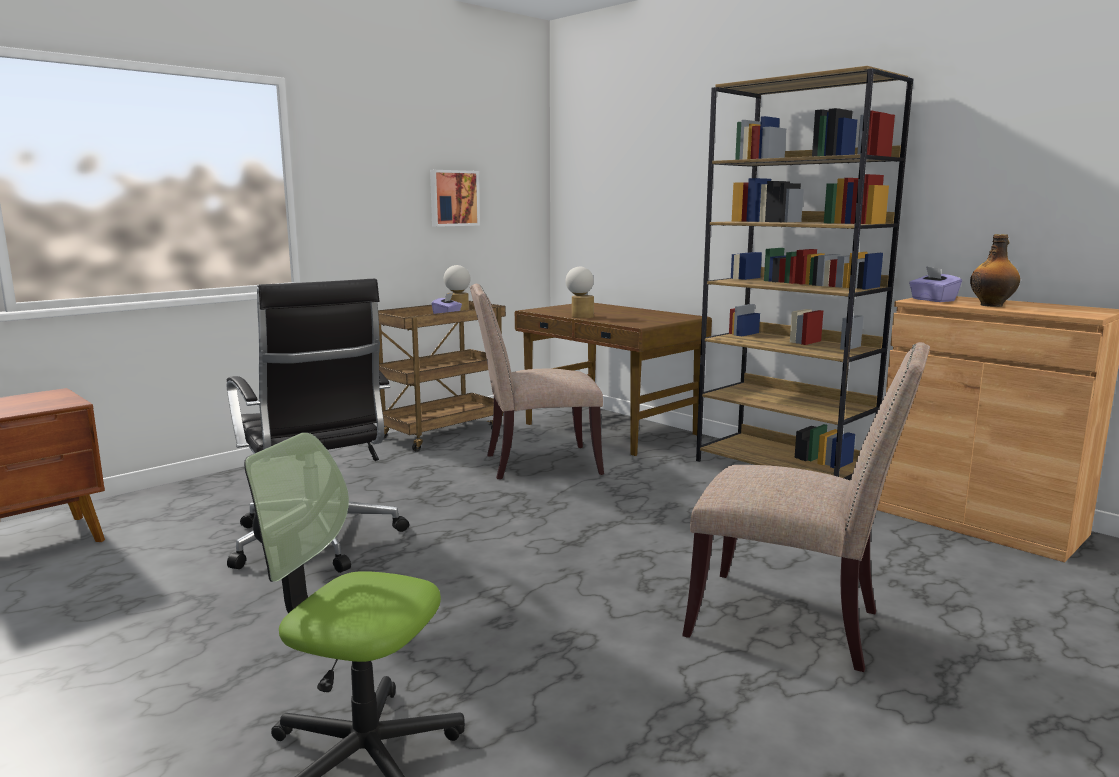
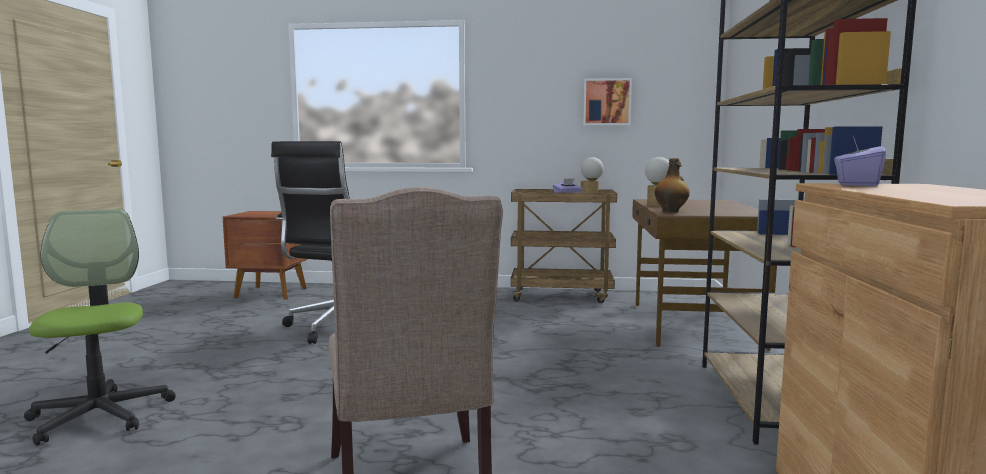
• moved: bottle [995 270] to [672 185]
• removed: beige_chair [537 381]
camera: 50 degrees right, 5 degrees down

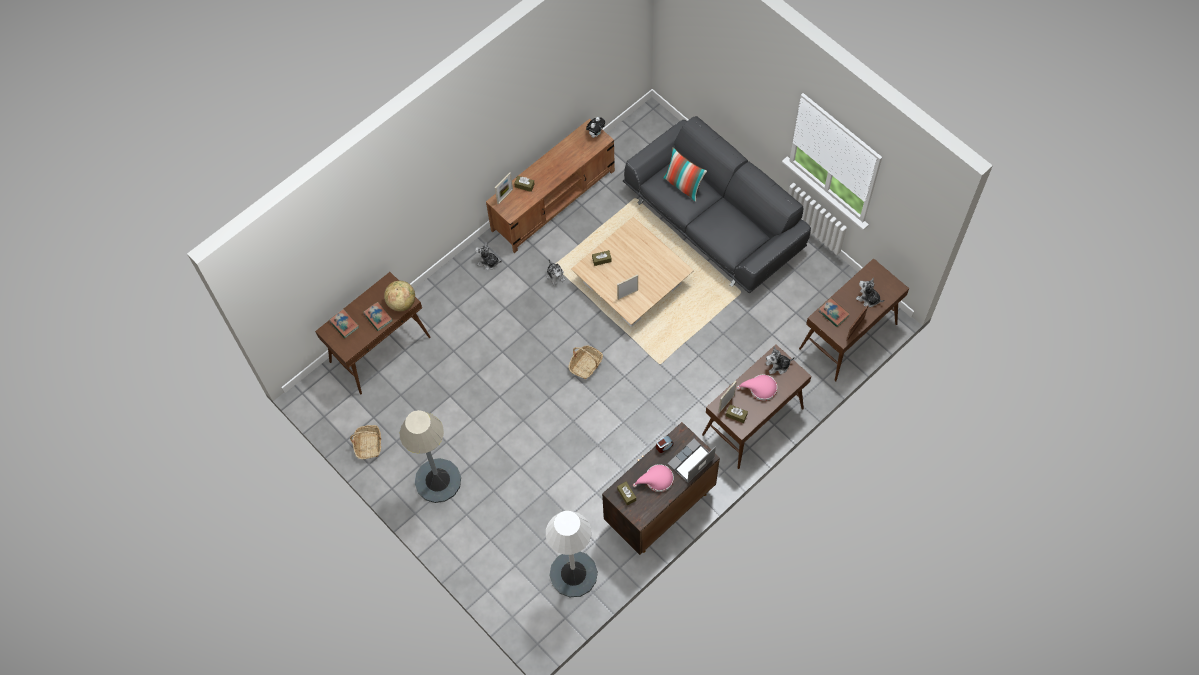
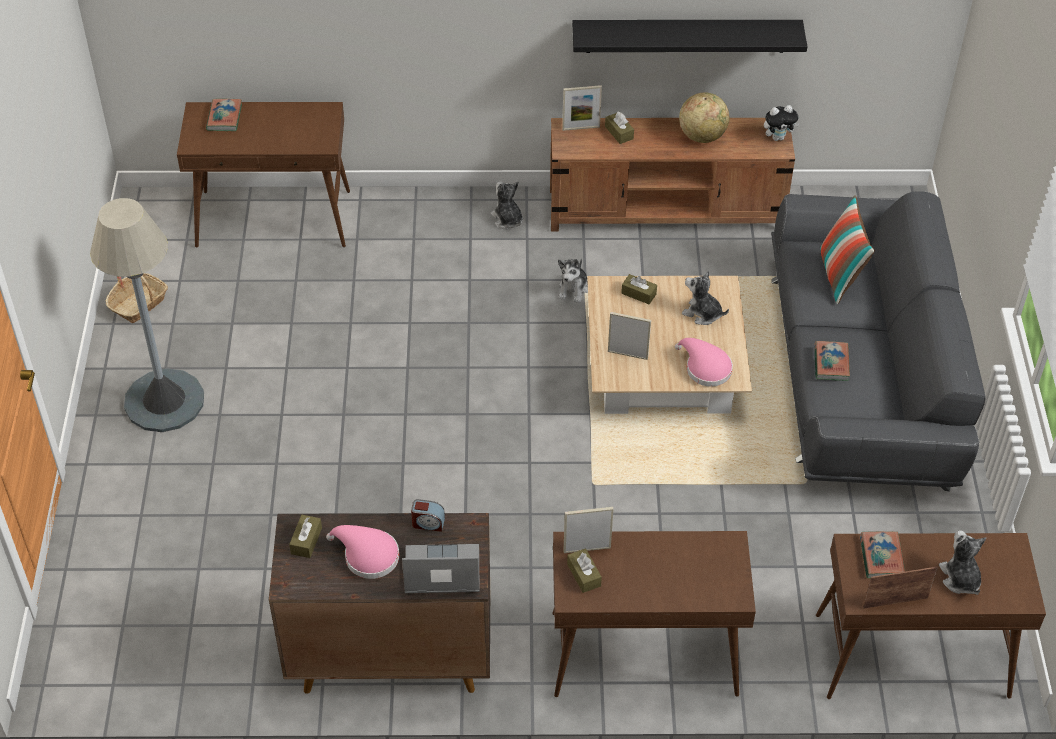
• added: black_shelf [689 36]
• moved: pink_hat [757 388] to [704 362]
• moved: globe [399 296] to [704 117]
• moved: plush_toy [780 360] to [705 297]
• moved: book [378 316] to [832 361]
• removed: white_floor_lamp [572 554]
• removed: basket [585 362]
camera: 40 degrees right, 15 degrees down

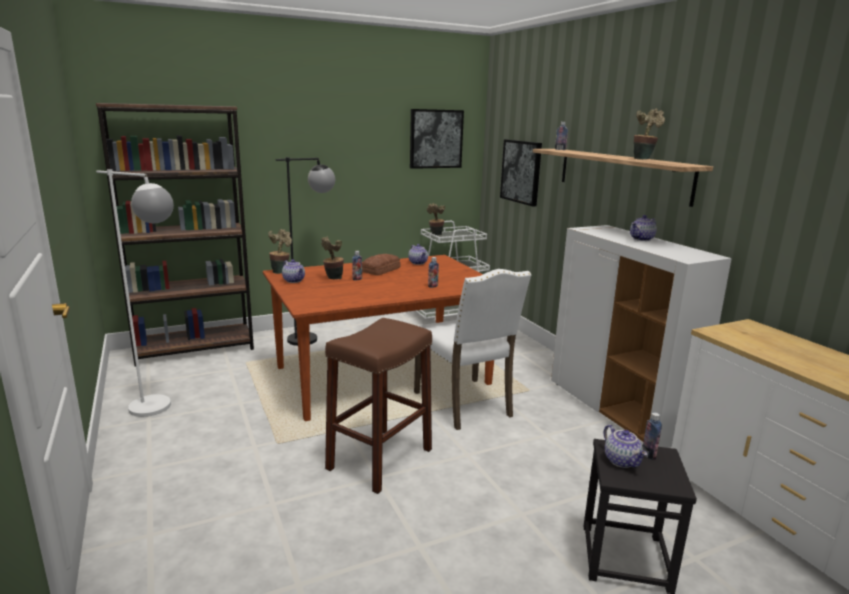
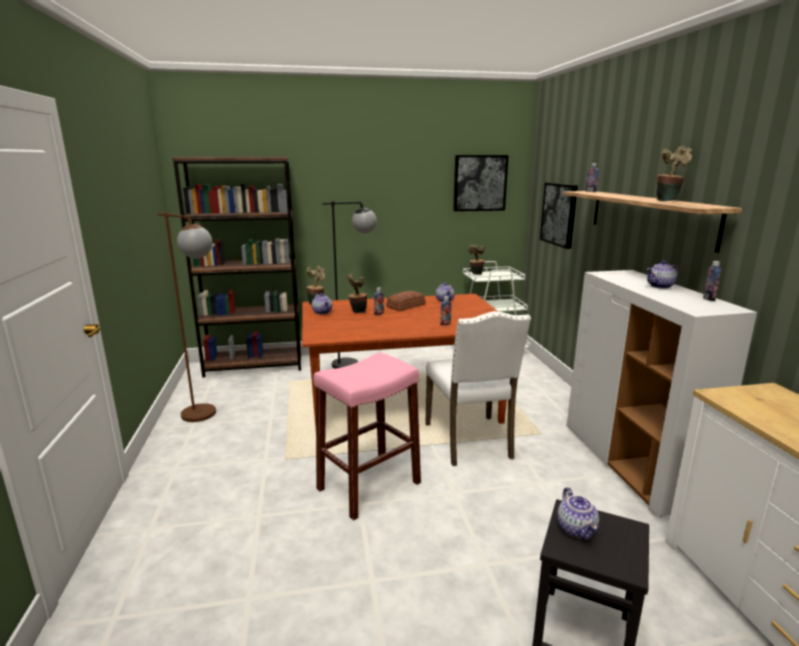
• recoloured: white_floor_lamp [135 293] to brown_floor_lamp [186 317]
• recoloured: brown_stool [378 406] to pink_stool [367 436]
• moved: bottle [652 436] to [712 281]
camera: 15 degrees right, 0 degrees up

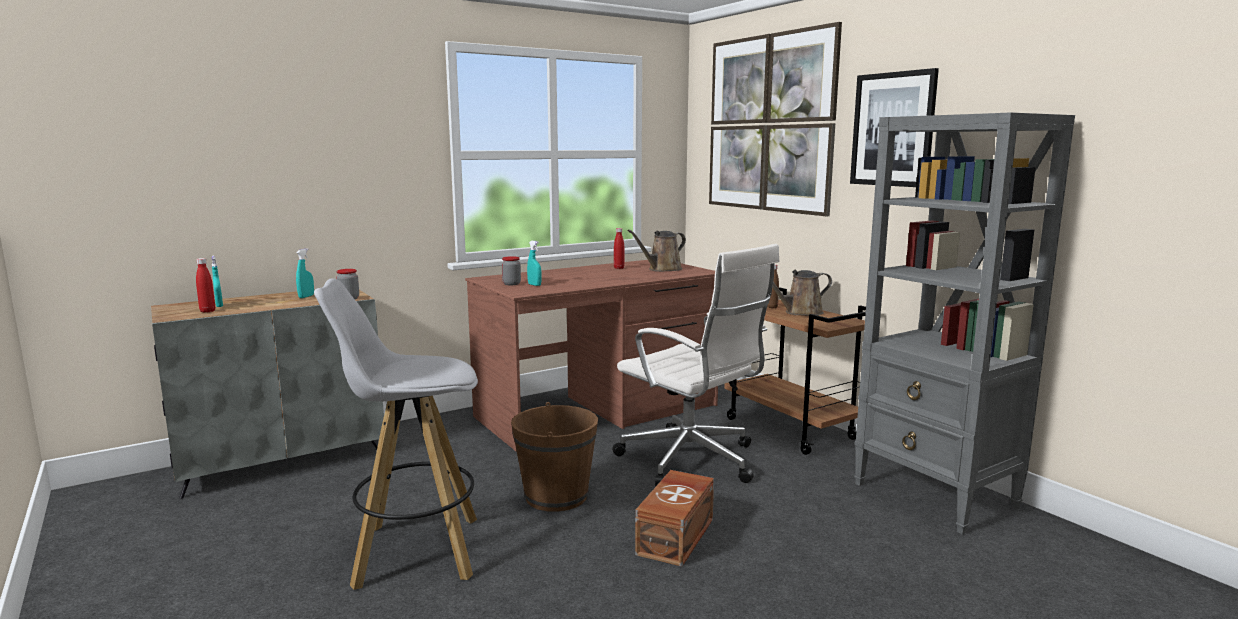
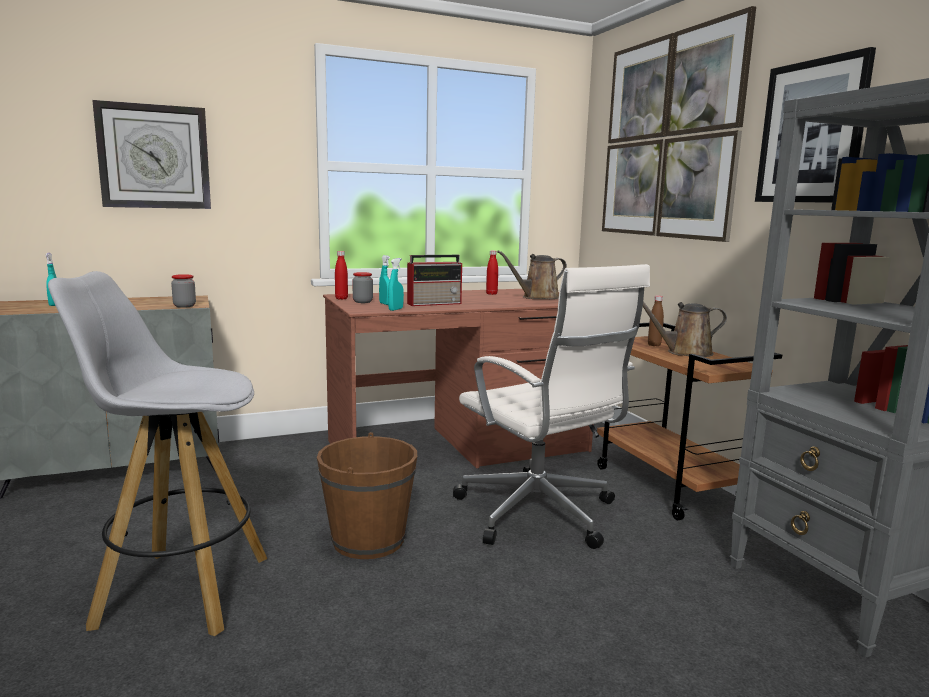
• added: wall_clock [151 154]
• moved: red_bottle [205 285] to [341 275]
• moved: turquoise_spray_bottle [305 273] to [396 284]
• added: radio [434 280]
• removed: brown_storage_box [674 518]
camera: 10 degrees right, 0 degrees up

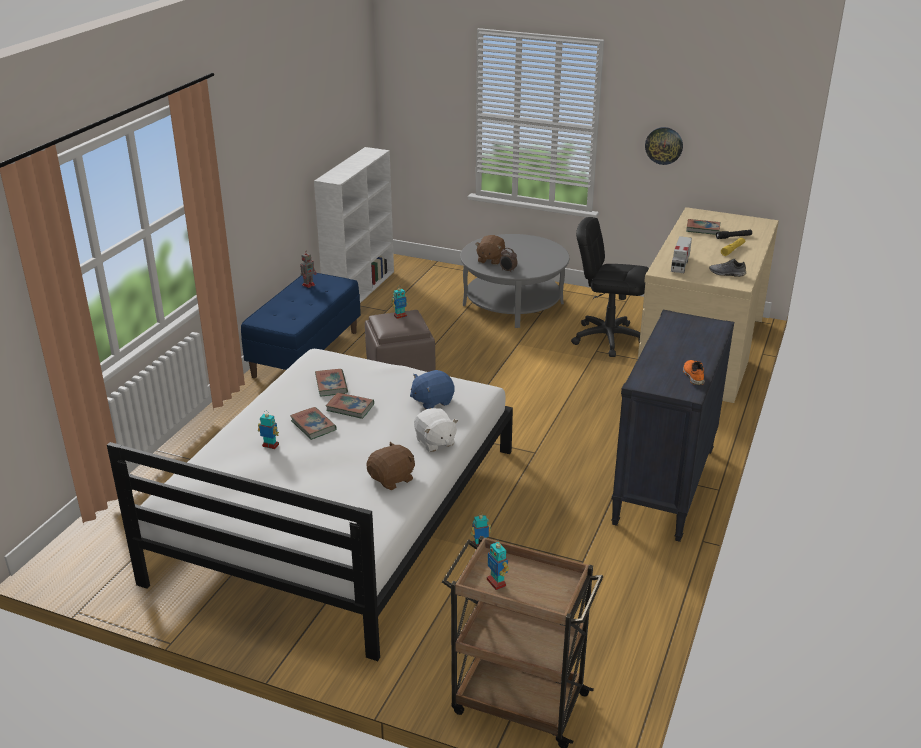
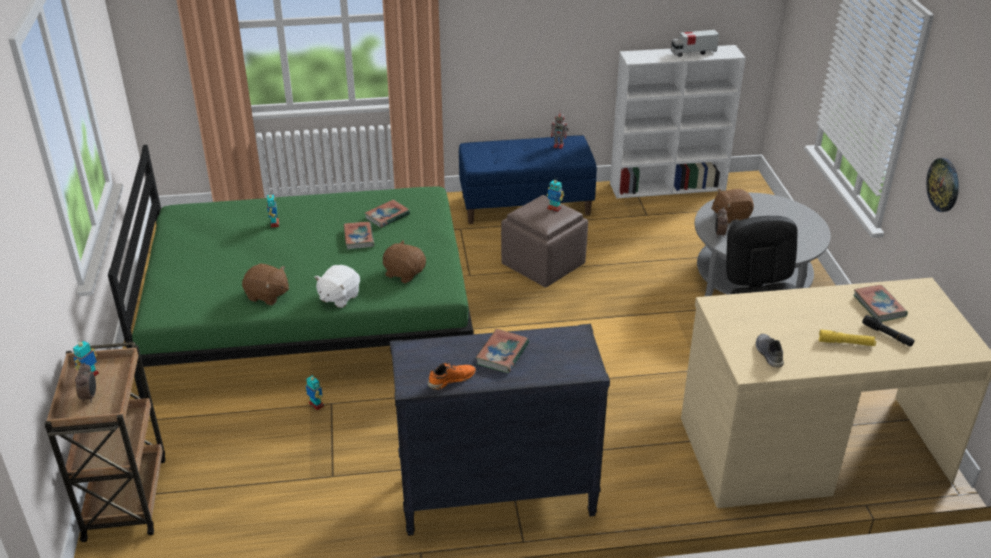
• added: alarm_clock [85 383]
• recoloured: white_bed [310 505] to green_bed [290 272]
• recoloured: blue_plush_toy [432 389] to brown_plush_toy [404 261]
• moved: book [313 423] to [502 351]
• moved: toy_truck [681 254] to [695 43]
camera: 60 degrees right, 5 degrees up

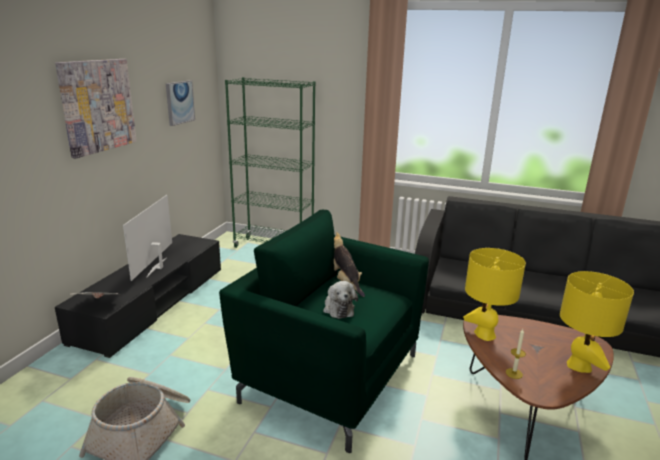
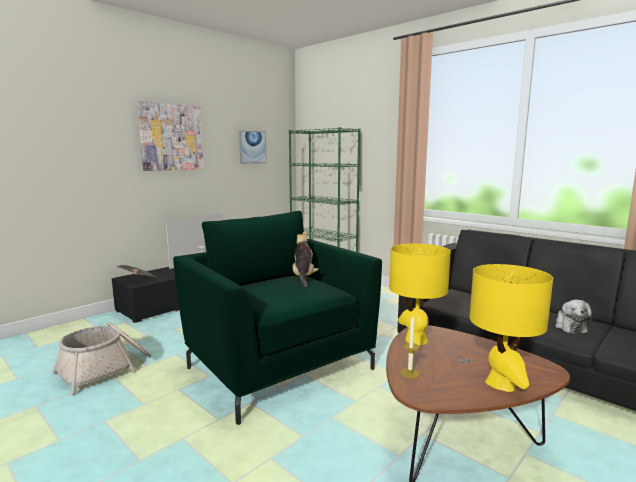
• moved: plush_toy [340 300] to [574 316]
camera: 25 degrees right, 10 degrees down

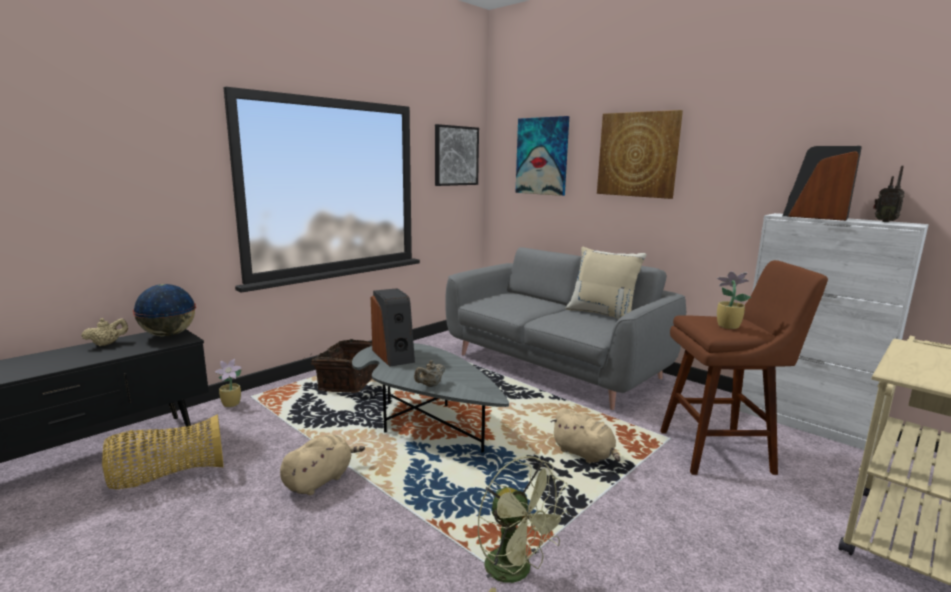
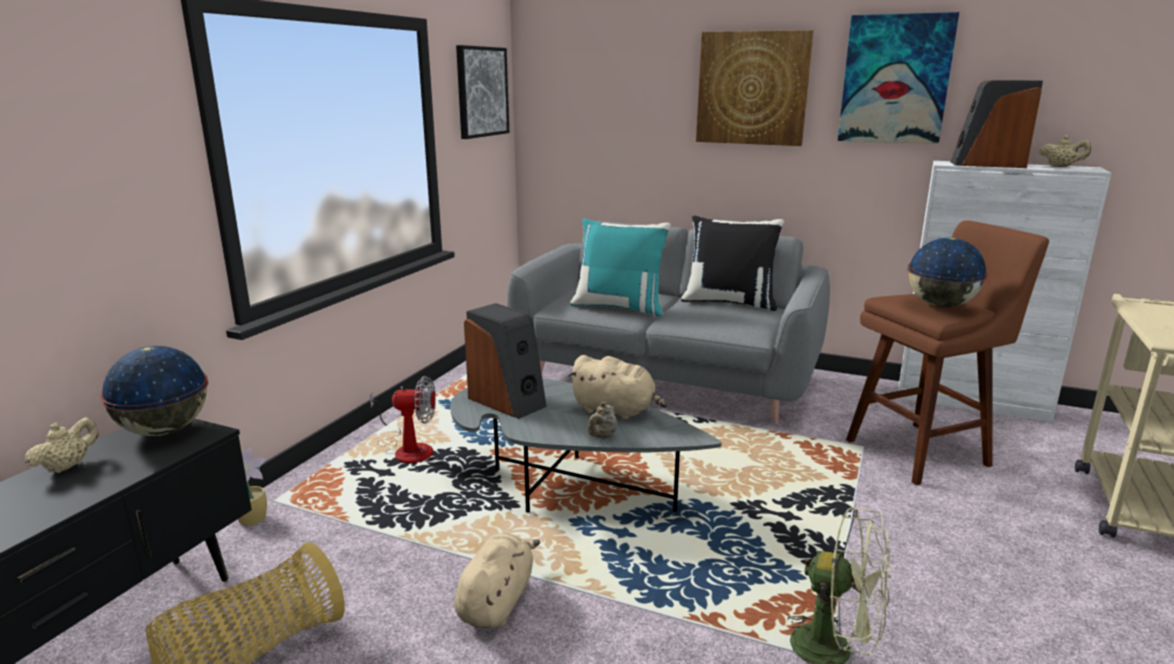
• replaced: basket [344 366] to fan [403 419]
• moved: beige_plush_toy [585 435] to [617 387]
• added: turquoise_pillow [620 267]
• recoloured: beige_pillow [606 283] to black_pillow [732 263]
• moved: picture [542 156] to [898 78]
• replaced: potted_plant [733 300] to globe [947 272]
• replaced: radio [888 194] to beige_teapot [1065 151]
camera: 20 degrees left, 5 degrees up

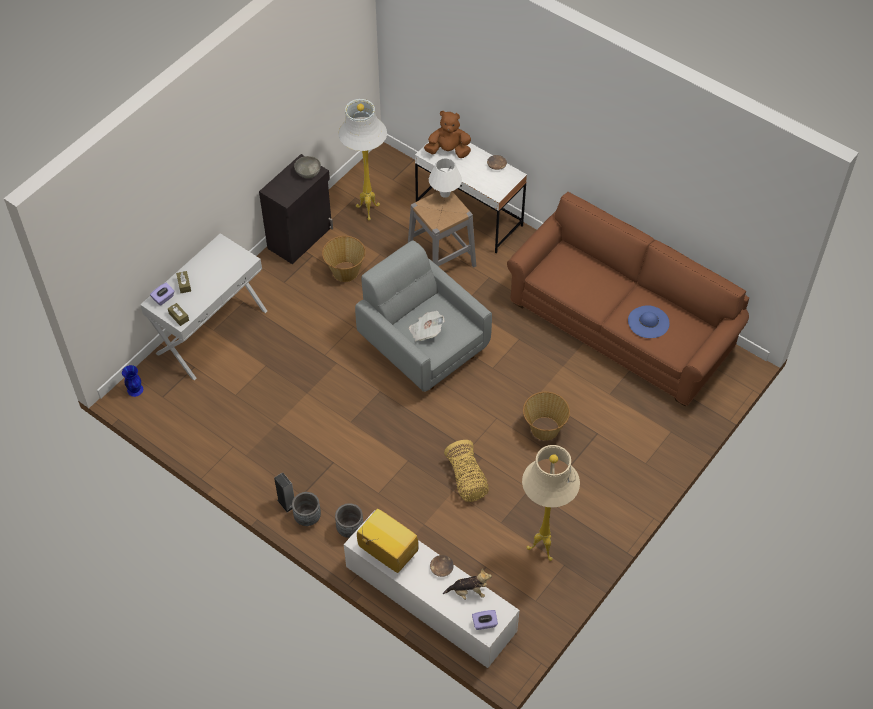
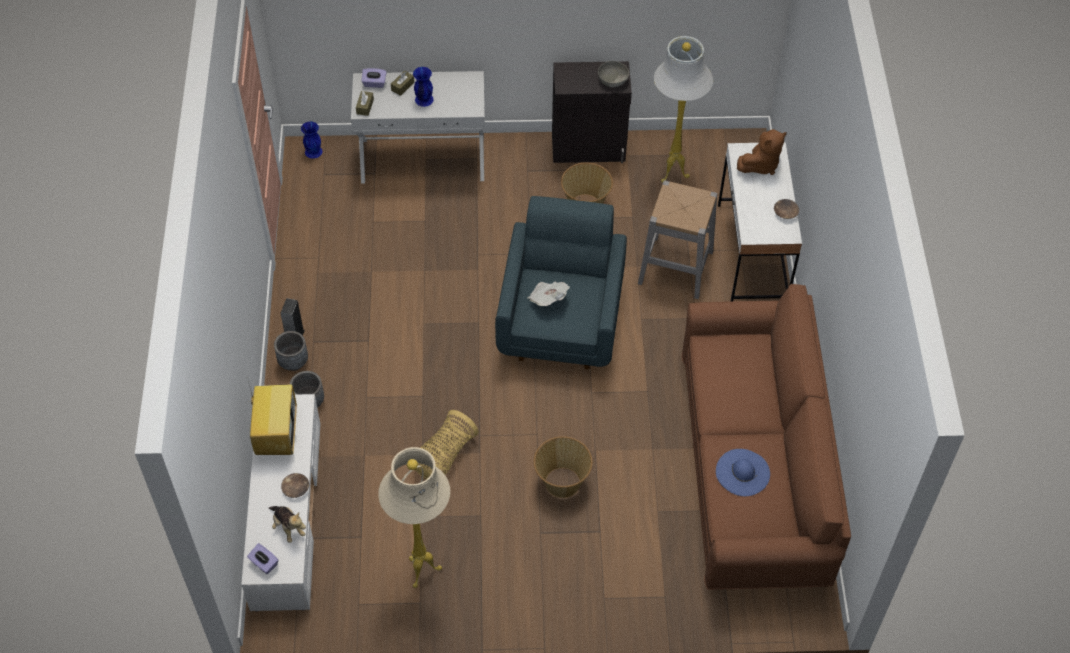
• added: blue_vase [423 87]
• recoloured: grey_armchair [423 316] to blue_armchair [561 282]
• turned: brown_plush_toy [447 134] = [762 152] 90 degrees clockwise
• removed: white_table_lamp [445 178]
camera: 50 degrees right, 0 degrees up

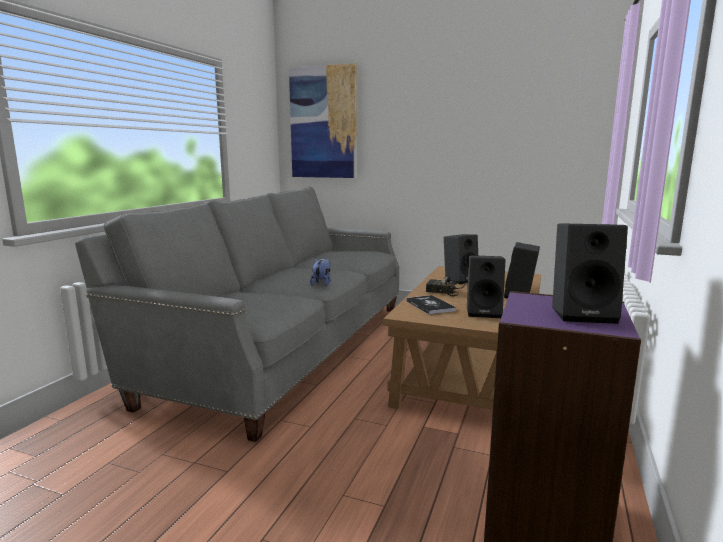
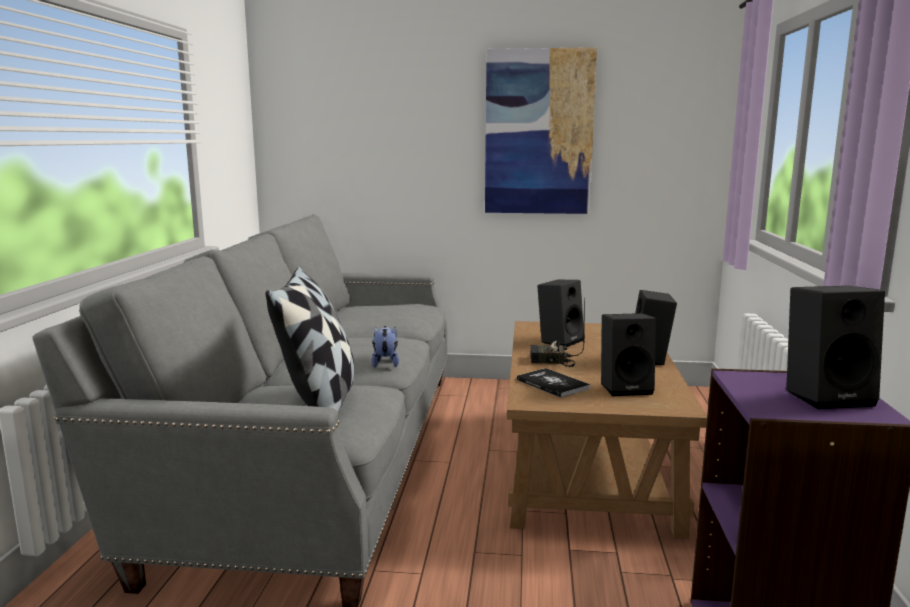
• added: pillow [309 339]
• moved: picture [323 120] to [541 130]
camera: 15 degrees left, 0 degrees up

